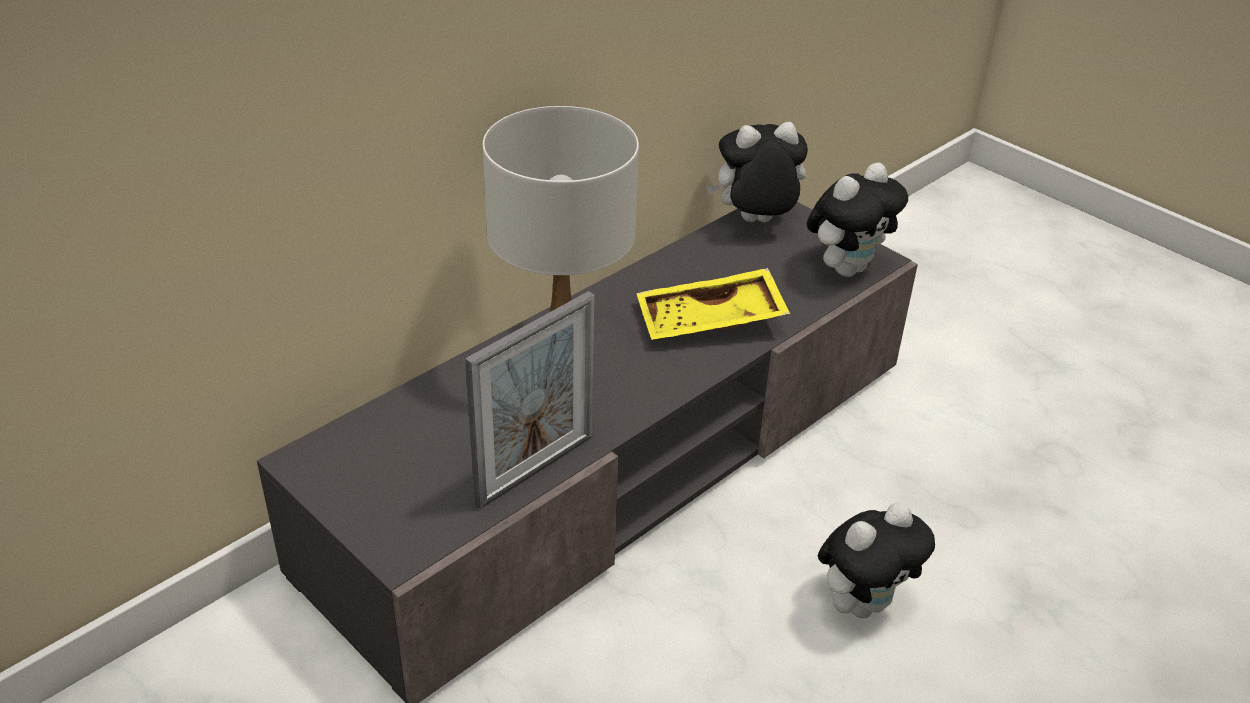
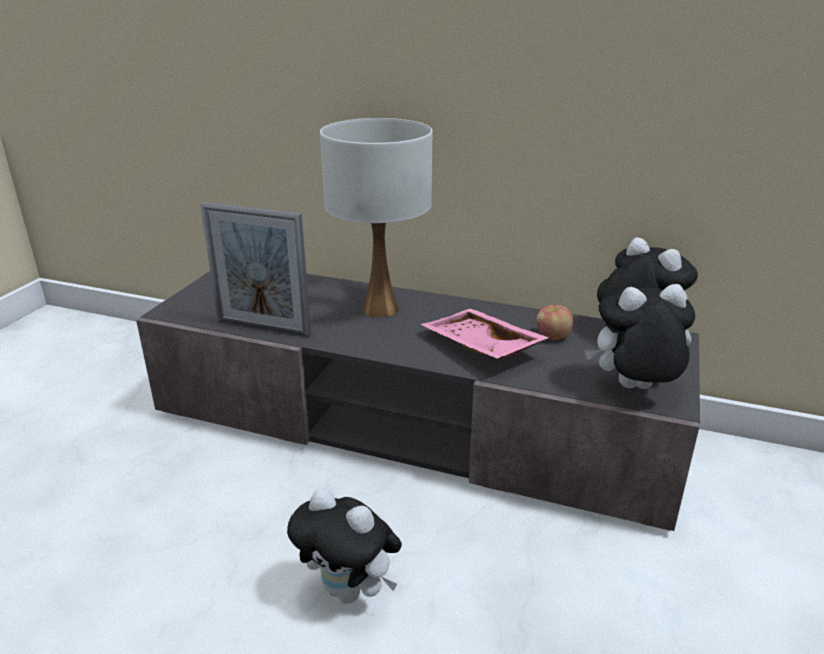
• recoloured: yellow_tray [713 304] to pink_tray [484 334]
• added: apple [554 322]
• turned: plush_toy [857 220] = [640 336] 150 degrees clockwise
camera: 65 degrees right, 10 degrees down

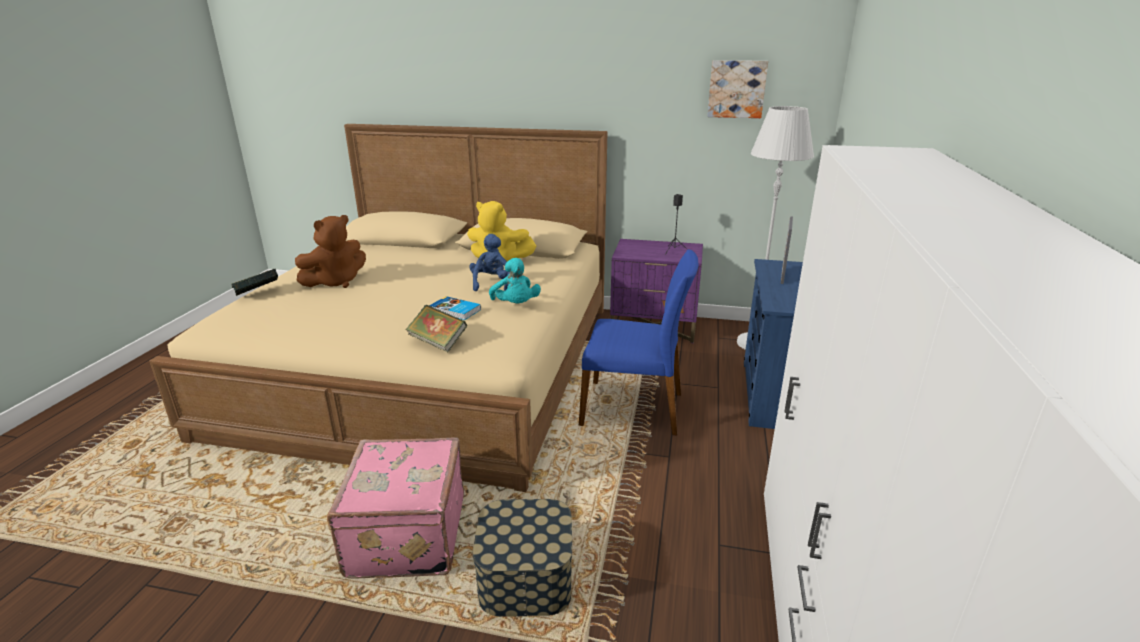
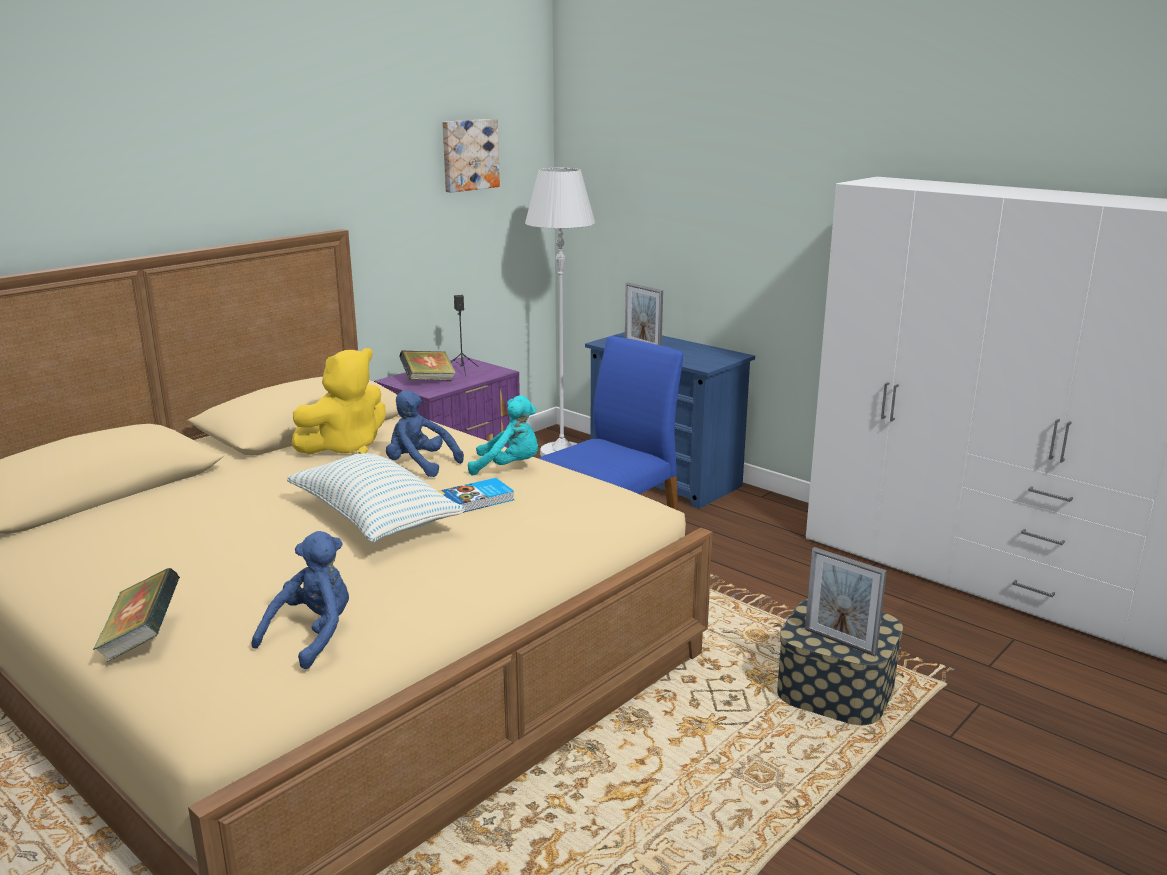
• added: blue_plush_toy [300 600]
• added: pillow [376 498]
• moved: book [436 329] to [427 365]
• added: picture_frame [846 601]
• removed: brown_plush_toy [330 251]
• removed: pink_suitcase [395 508]
camera: 60 degrees left, 5 degrees down

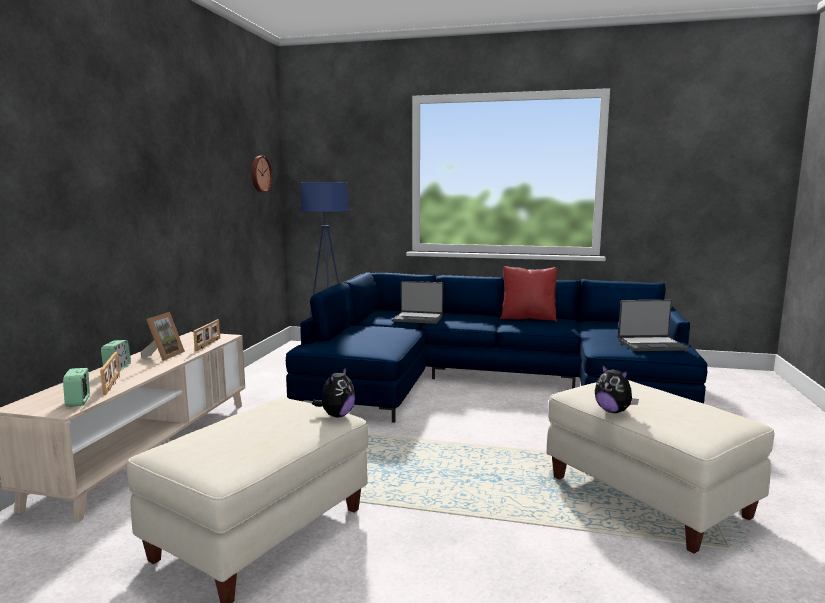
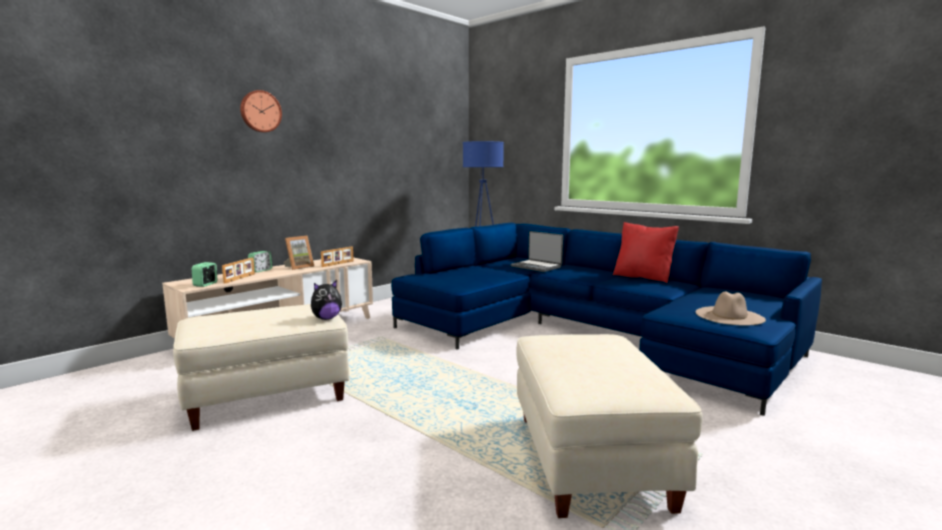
• moved: wall_clock [262 174] to [261 111]
• replaced: laptop [653 325] to beige_hat [731 308]
• removed: plush_toy [617 388]
camera: 30 degrees right, 0 degrees up

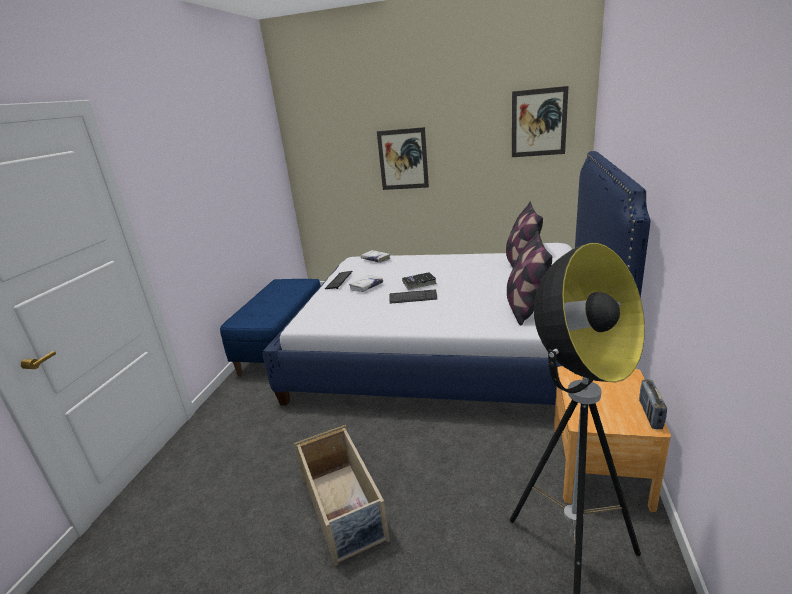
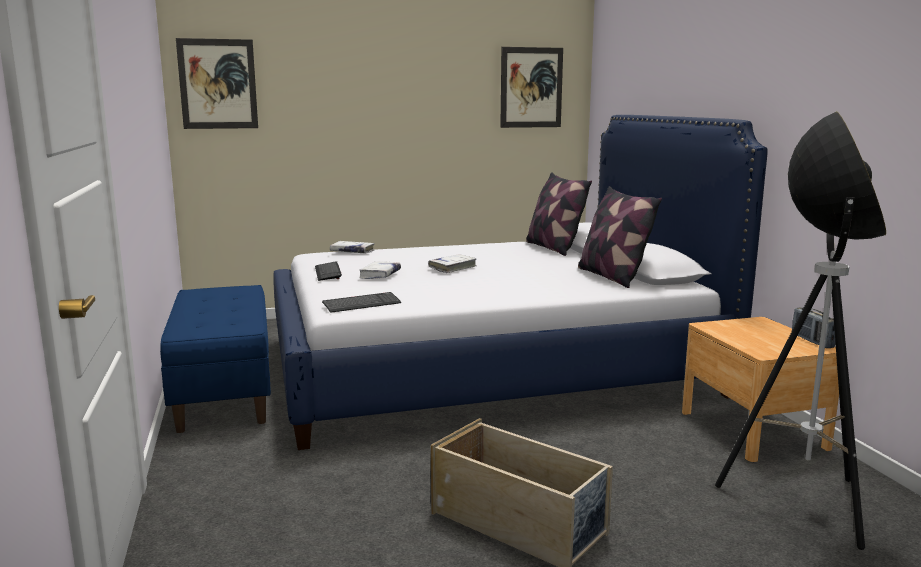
• moved: picture [403 158] to [217 83]
• moved: keyboard [413 297] to [361 302]
• recoloured: black_book [419 281] to white_book [452 263]
camera: 30 degrees left, 10 degrees down

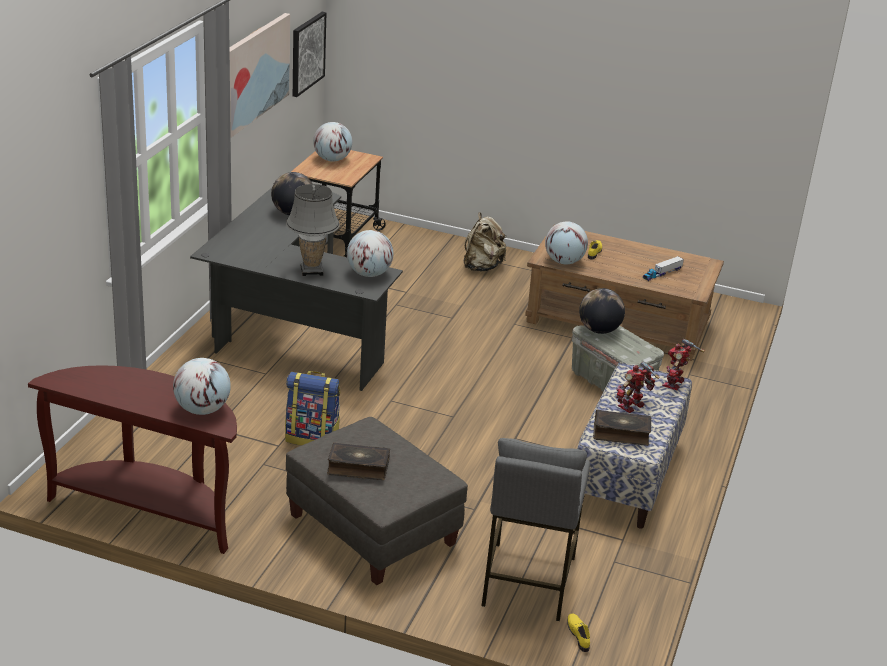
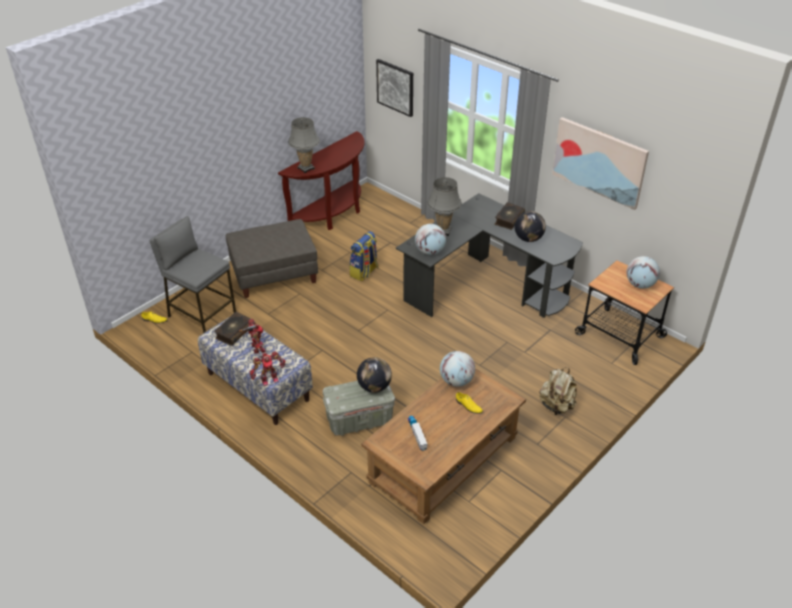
• turned: toy_robot [683 364] = [268 366] 105 degrees clockwise
• replaced: globe [202 386] to grey_table_lamp [304 145]
• moved: picture [309 54] to [394 88]
• moved: book [358 461] to [509 216]
camera: 115 degrees right, 10 degrees up

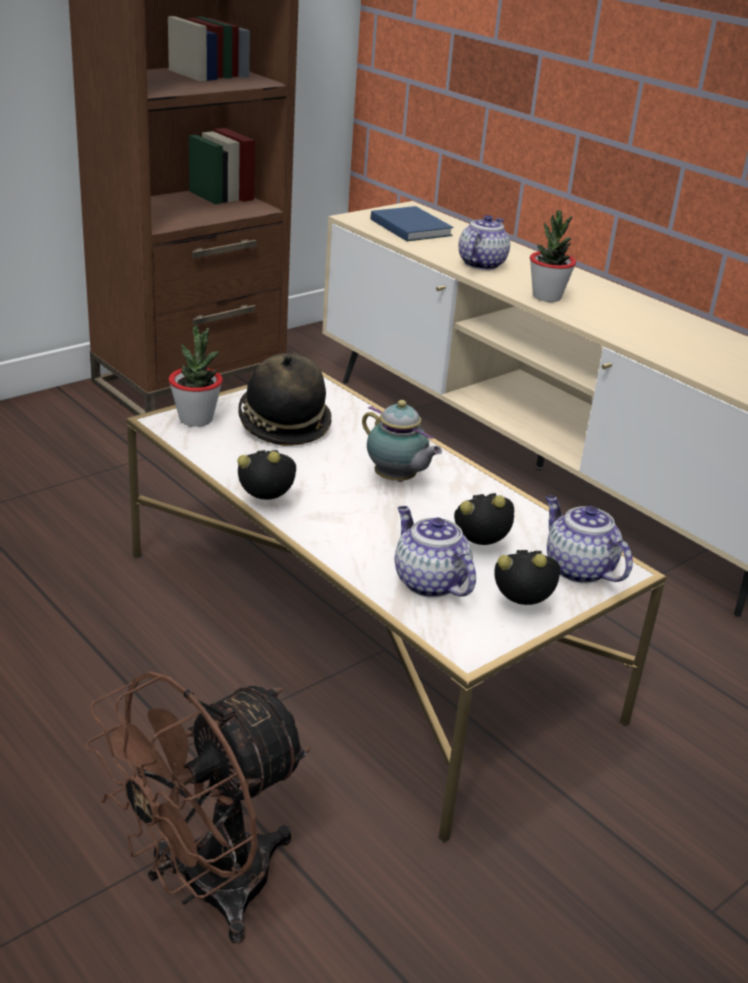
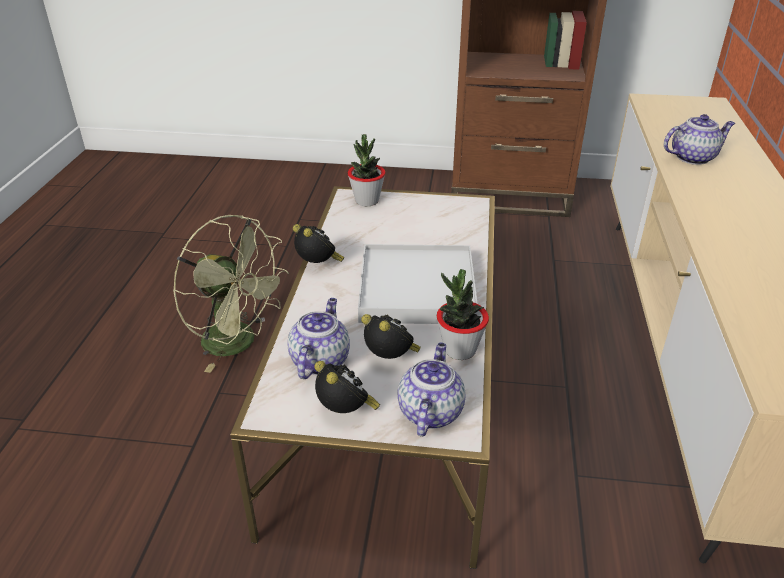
• added: green_fan [231 294]
• replaced: teapot [402 441] to white_tray [418 284]
• moved: potted_plant [553 256] to [463 314]
• removed: brown_fan [198 807]
• removed: hat [285 399]
• removed: blue_book [412 223]
camera: 50 degrees right, 5 degrees up

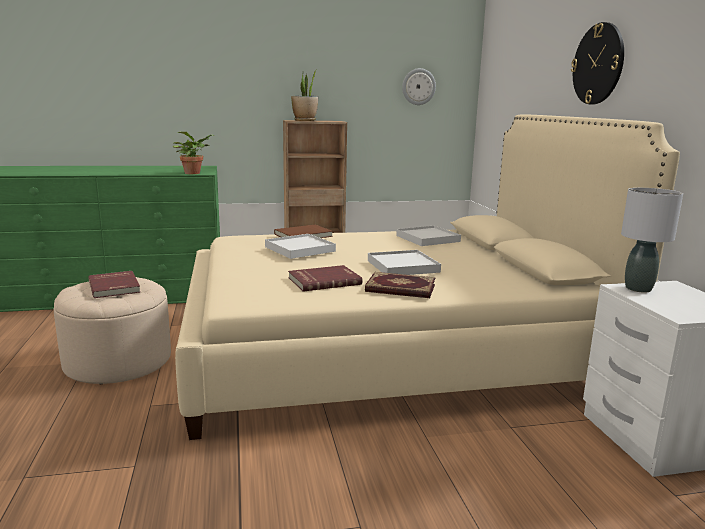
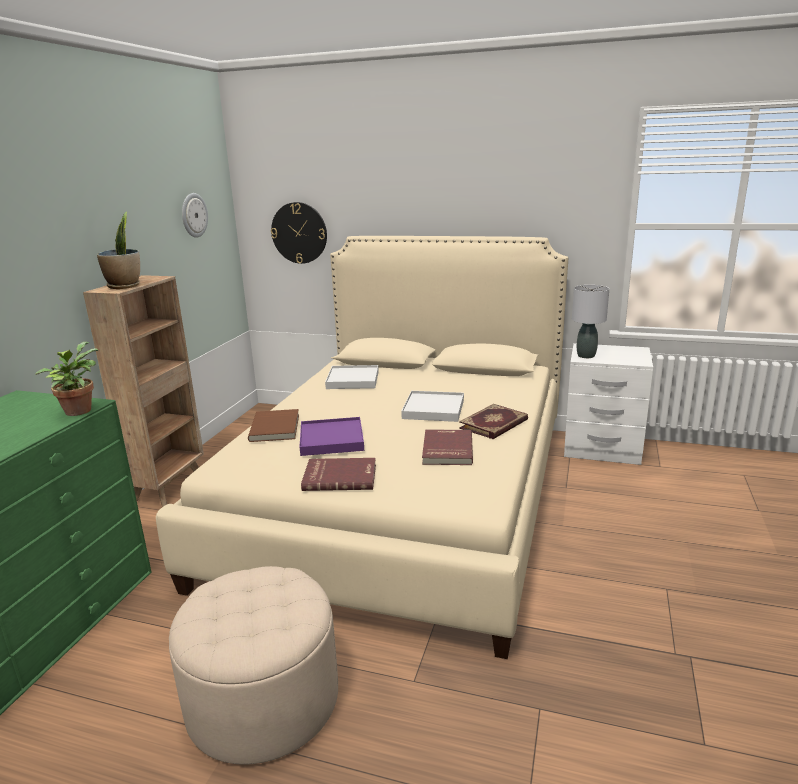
• moved: wall_clock [597 63] to [299 233]
• recoloured: white_tray [300 246] to purple_tray [332 436]
• moved: red_book [114 284] to [338 474]
camera: 60 degrees left, 5 degrees up

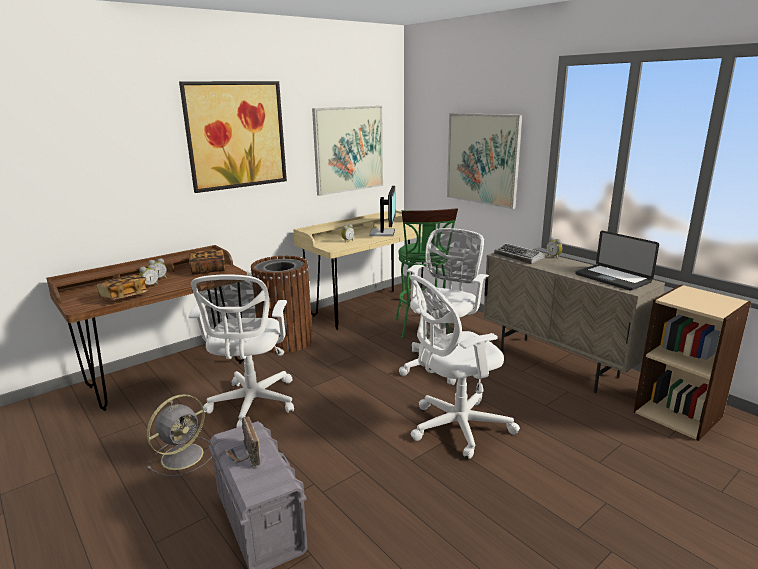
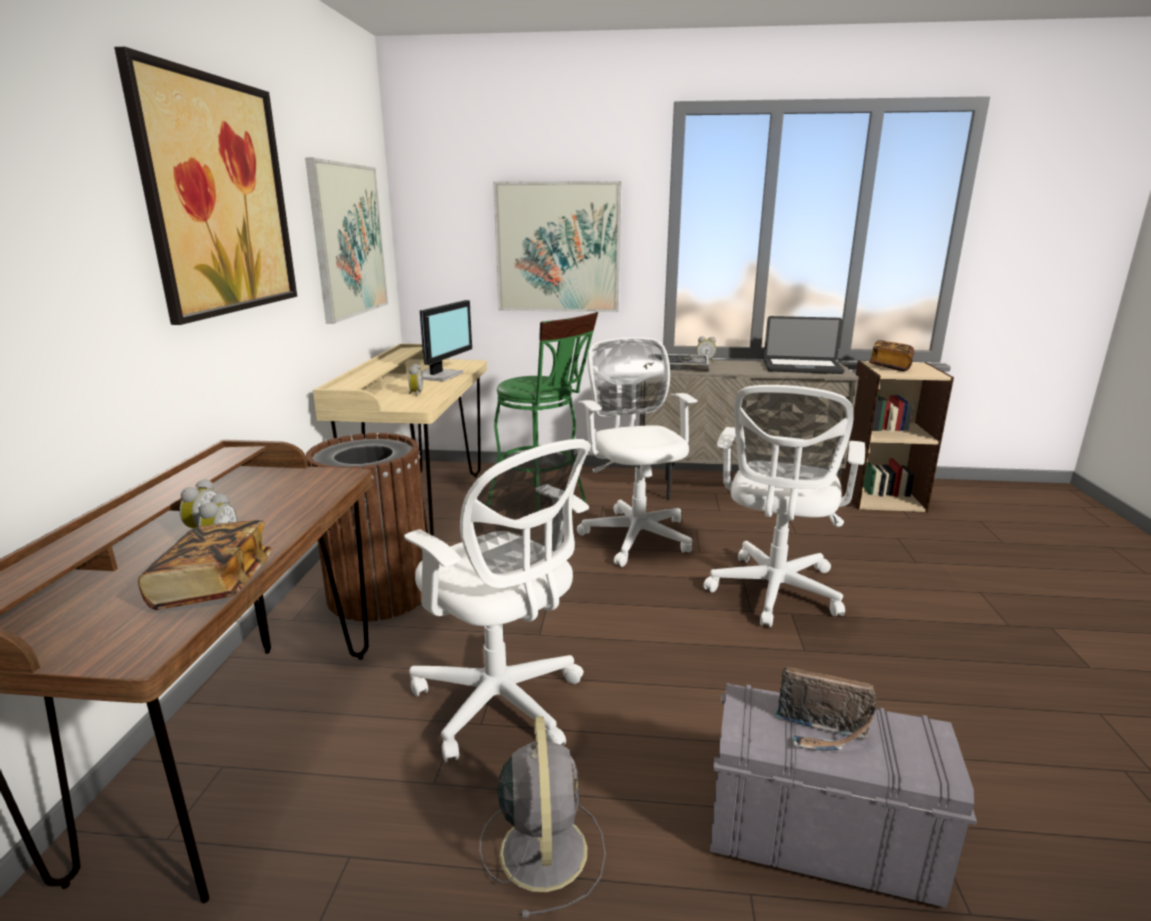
• turned: monitor [382 211] = [446 341] 60 degrees clockwise
• moved: book [207 262] to [891 355]
camera: 45 degrees left, 0 degrees up

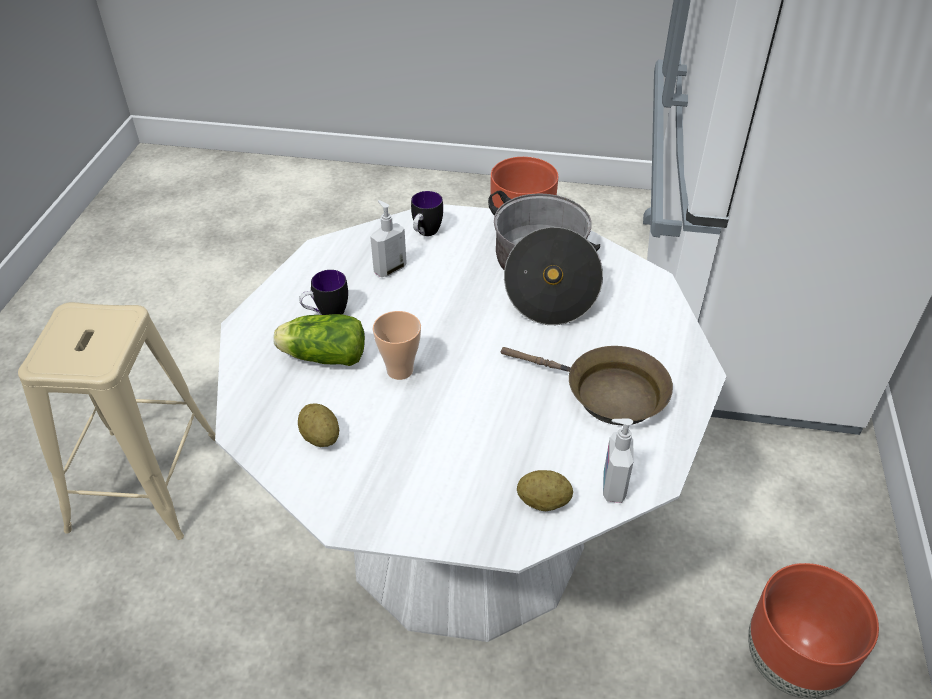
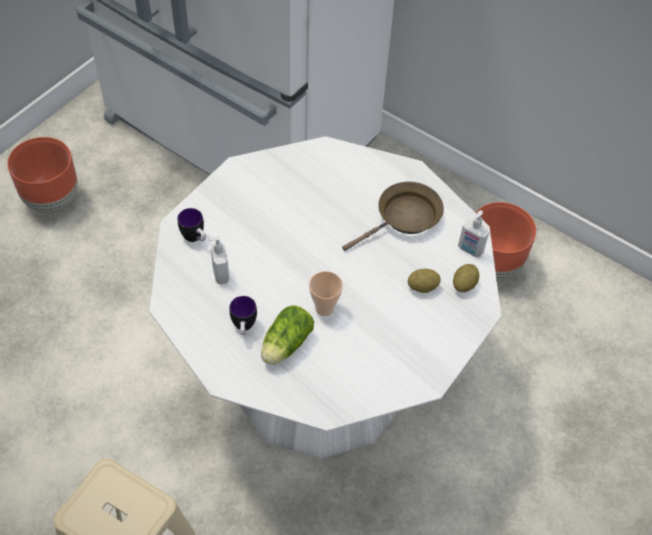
• moved: potato [318 425] to [424 281]
• removed: cooking_pot [545 257]
camera: 65 degrees left, 10 degrees up

